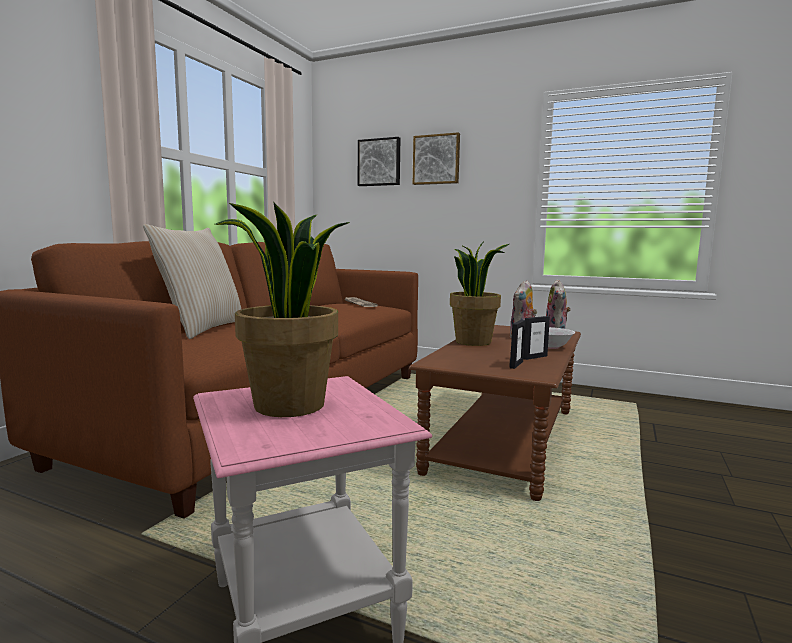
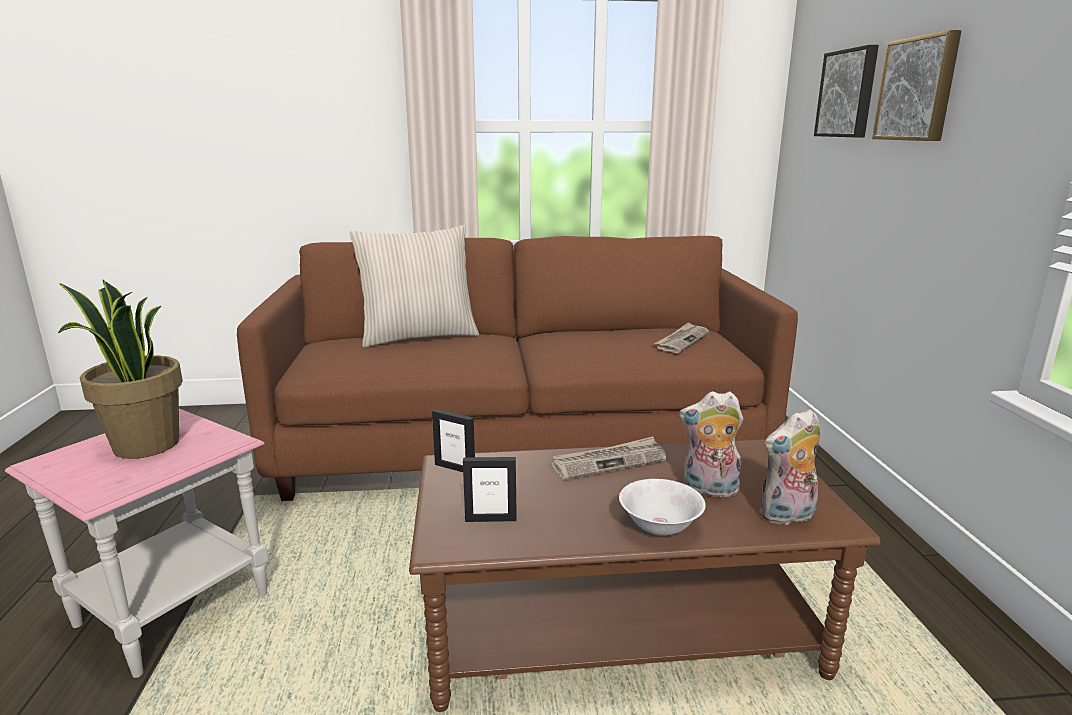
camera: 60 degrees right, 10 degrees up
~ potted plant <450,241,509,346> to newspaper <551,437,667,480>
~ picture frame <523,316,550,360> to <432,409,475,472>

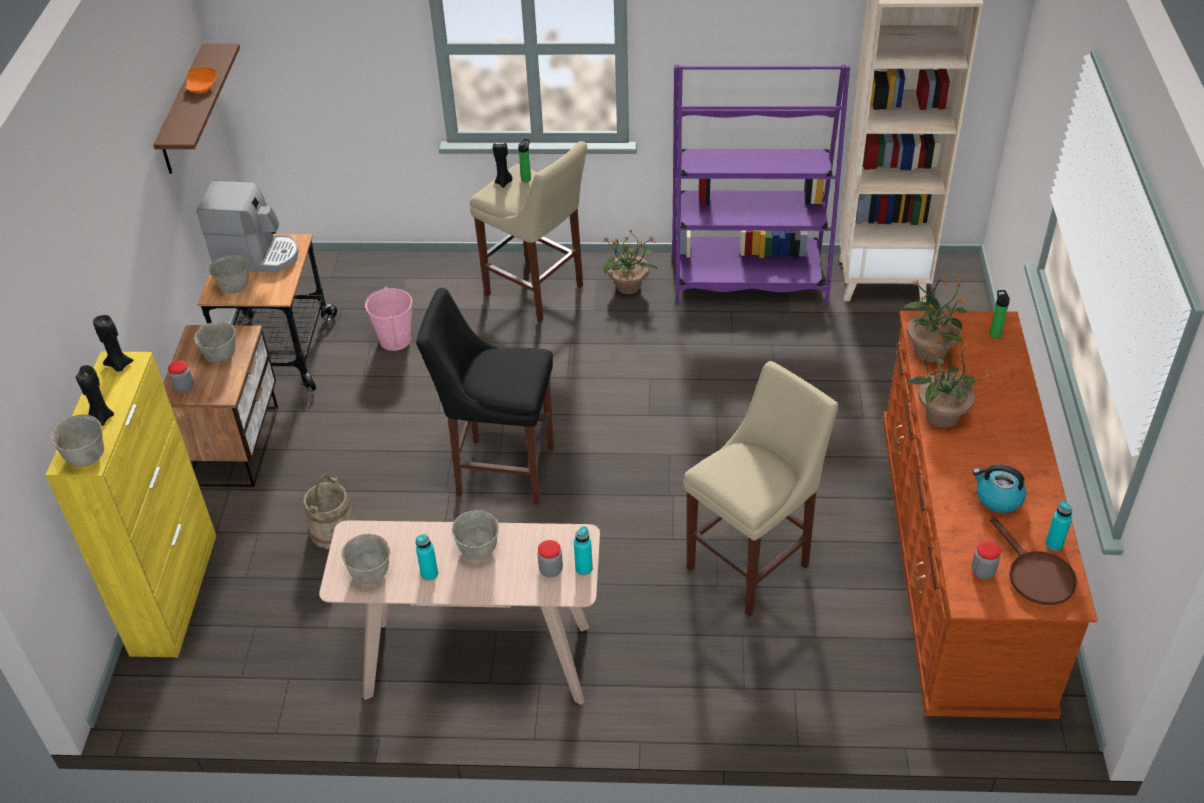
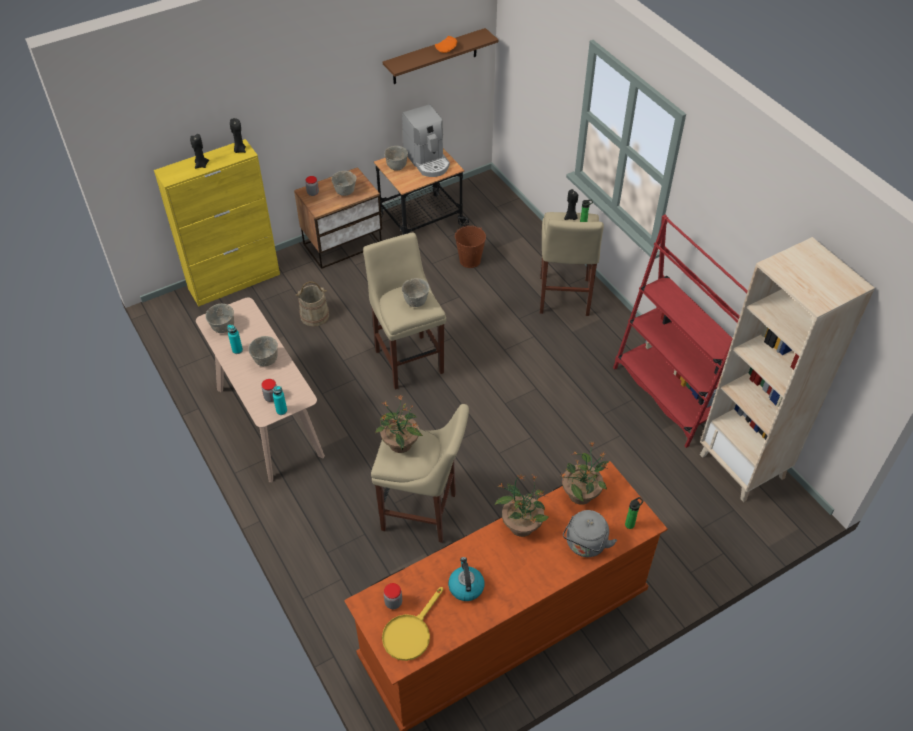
camera: 55 degrees right, 5 degrees up
~ bookcase/purple <672,65,850,306> to bookcase/red <613,214,748,448>
~ potted plant <603,229,657,294> to <375,394,423,453>
~ bucket/pink <365,286,412,351> to bucket/brown <455,225,486,268>
~ stool/black <416,288,554,505> to stool/beige <363,232,446,390>
~ bowl/grey <51,414,104,467> to <402,278,430,307>
- bottle/turquoise <1045,501,1072,551>
~ frying pan/brown <990,515,1077,605> to frying pan/yellow <382,587,443,661>
+ kettle/grey <563,510,617,557>

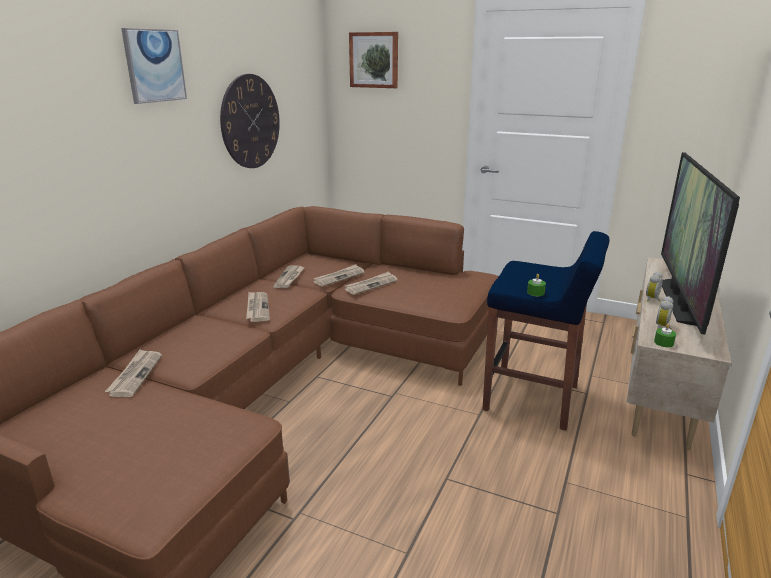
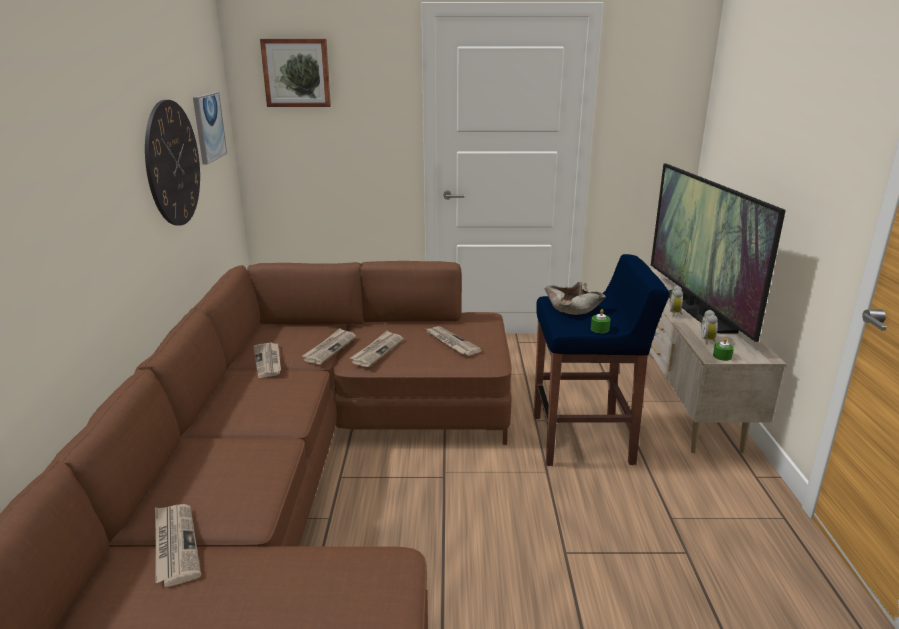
camera: 25 degrees left, 0 degrees up
~ picture <121,28,187,104> to <193,92,227,165>
~ newspaper <246,292,270,322> to <426,326,482,356>
+ bowl/beige <544,282,606,315>

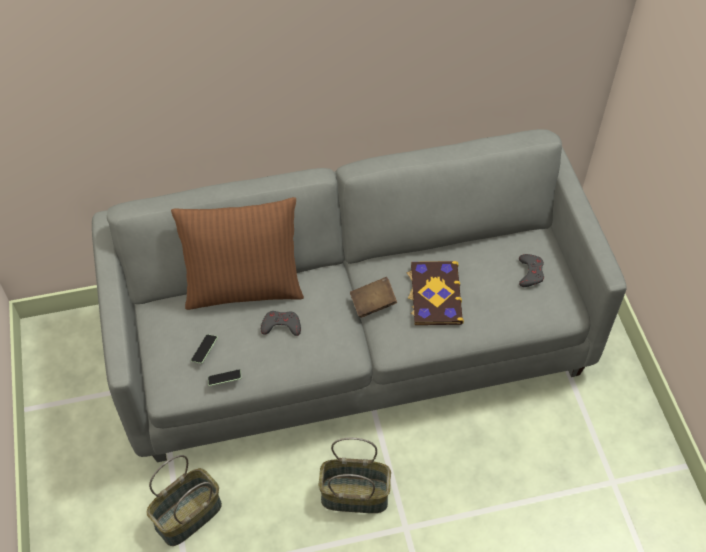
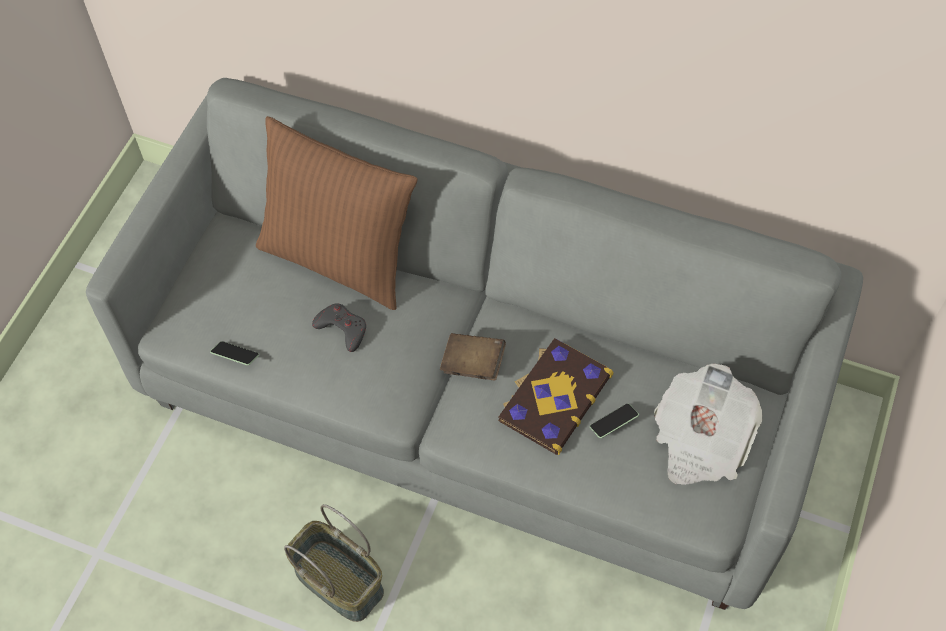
camera: 35 degrees right, 5 degrees up
~ game controller/grey <519,254,544,287> to newspaper <654,364,763,485>
~ phone <191,334,218,364> to <590,403,639,438>
- basket <147,455,222,546>

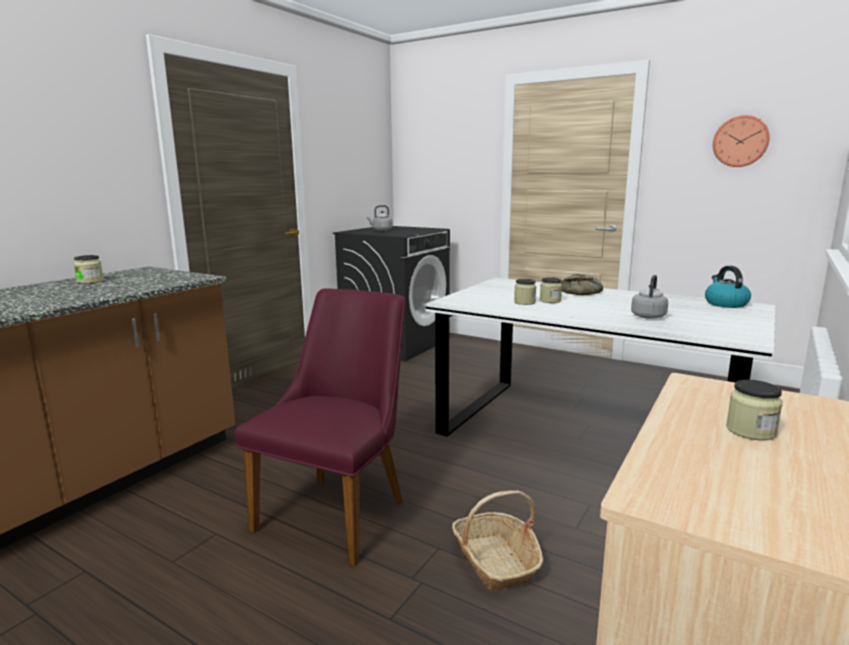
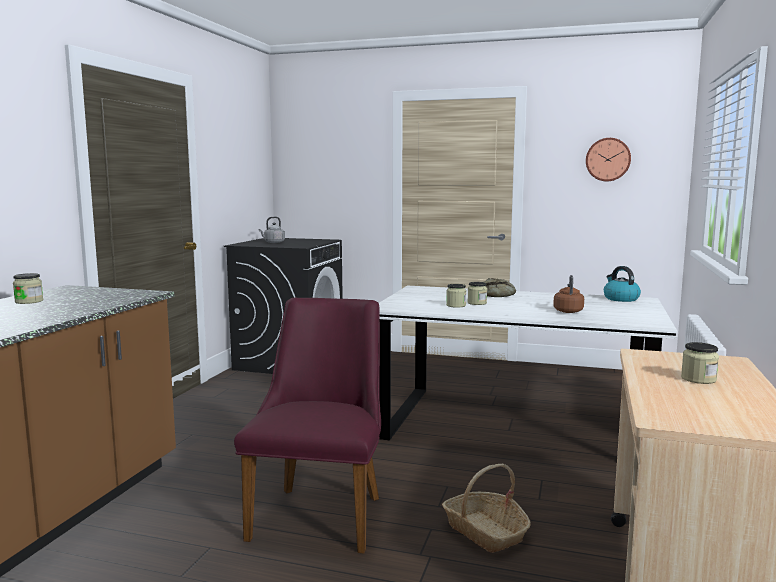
camera: 15 degrees left, 5 degrees down
~ kettle/grey <631,275,668,319> to kettle/brown <553,275,584,313>

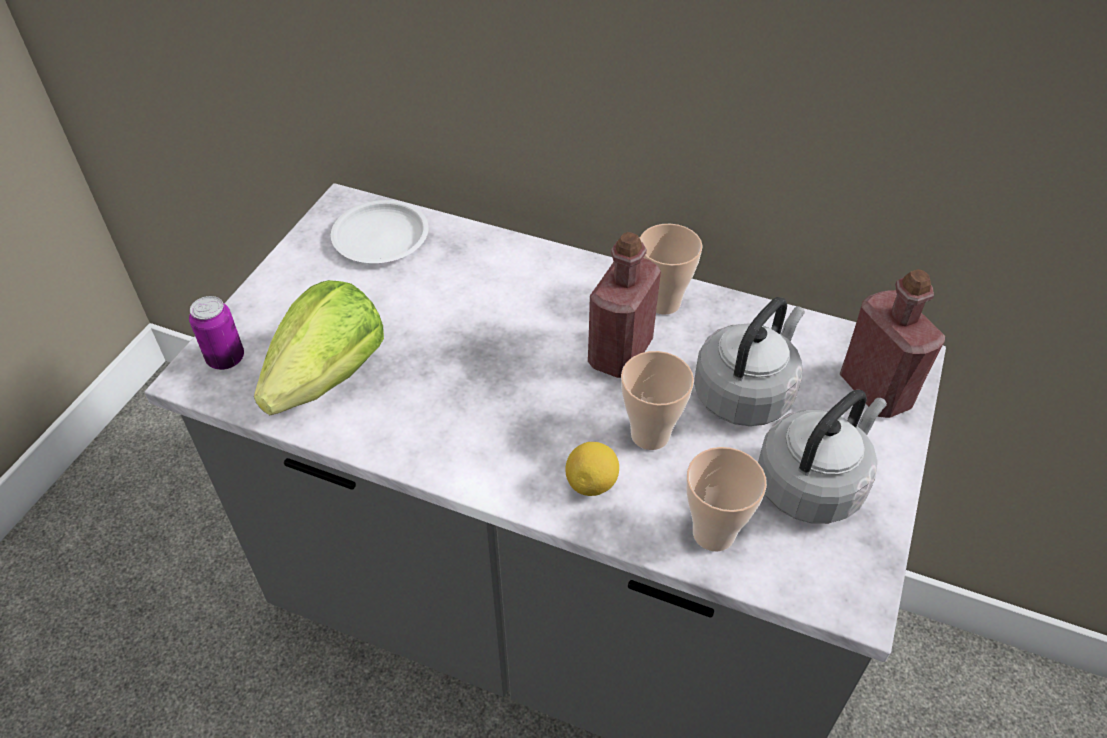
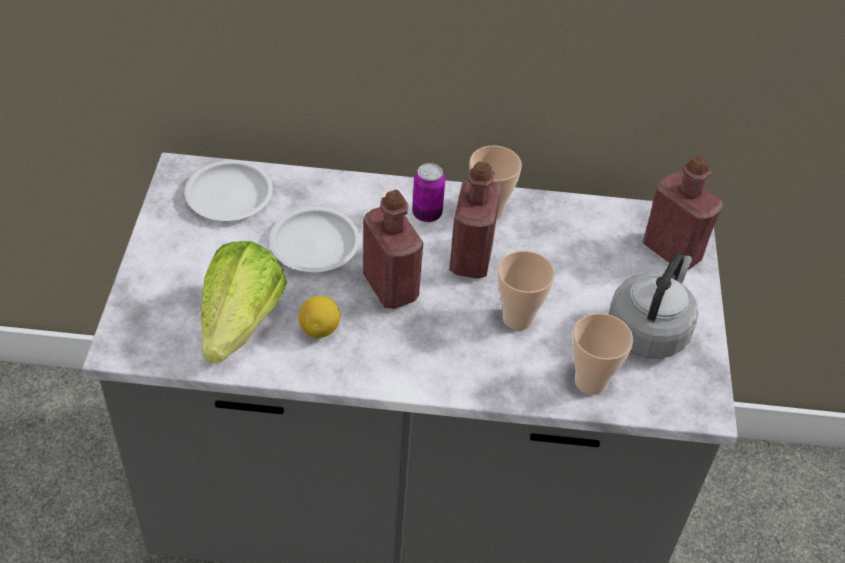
camera: 20 degrees left, 0 degrees up
~ can <189,296,244,370> to <412,163,445,222>
- kettle/grey <694,297,805,426>
~ lemon <565,442,619,496> to <298,296,340,338>
+ bottle/red <363,190,423,309>
+ plate/white <270,207,360,272>

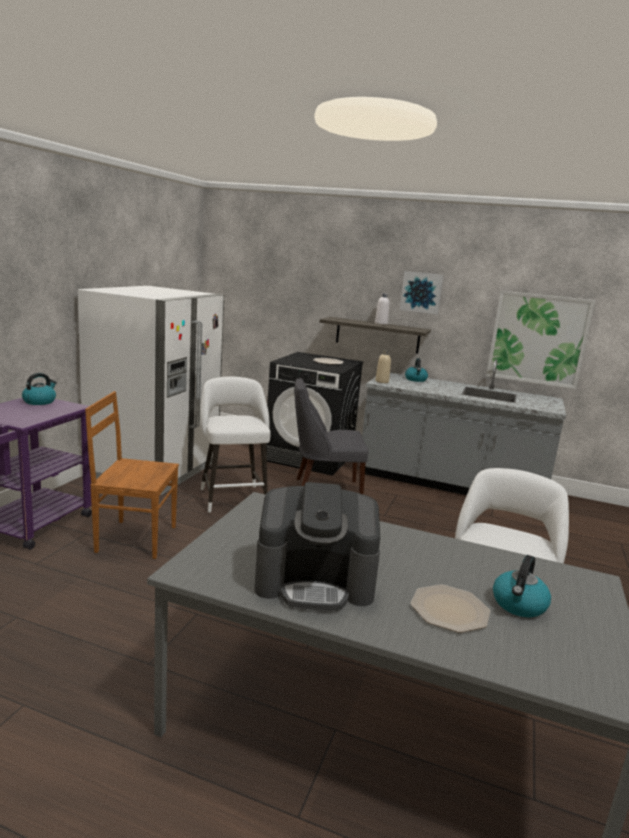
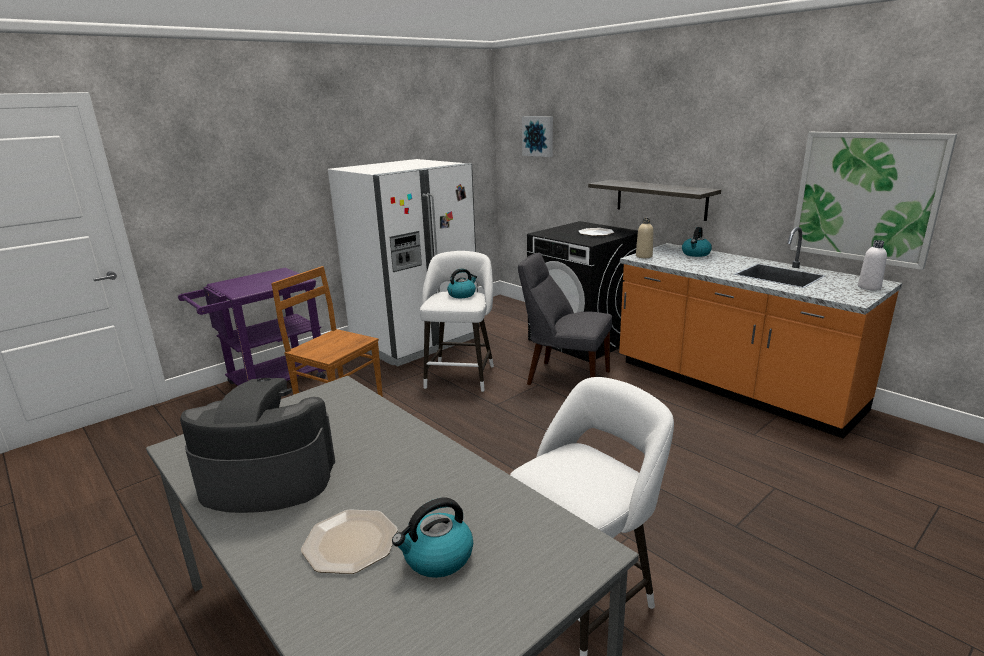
camera: 30 degrees right, 5 degrees up
~ picture <400,271,444,314> to <522,116,553,157>
~ bottle/white <375,293,390,325> to <858,240,887,290>
~ counter/grey <359,359,566,495> to counter/orange <619,227,902,439>
~ kettle <22,373,57,405> to <447,269,477,298>
~ coffee machine <254,482,380,610> = <180,378,335,513> 150 degrees clockwise

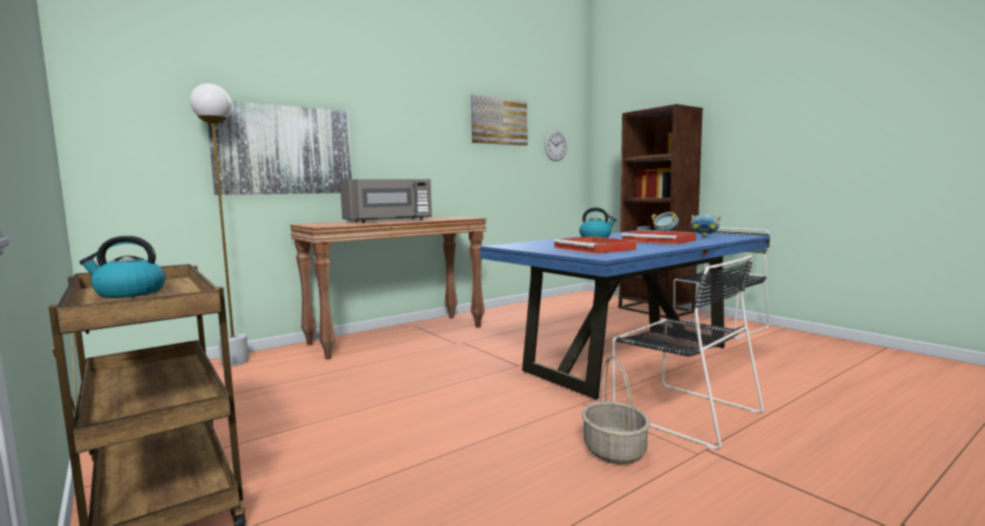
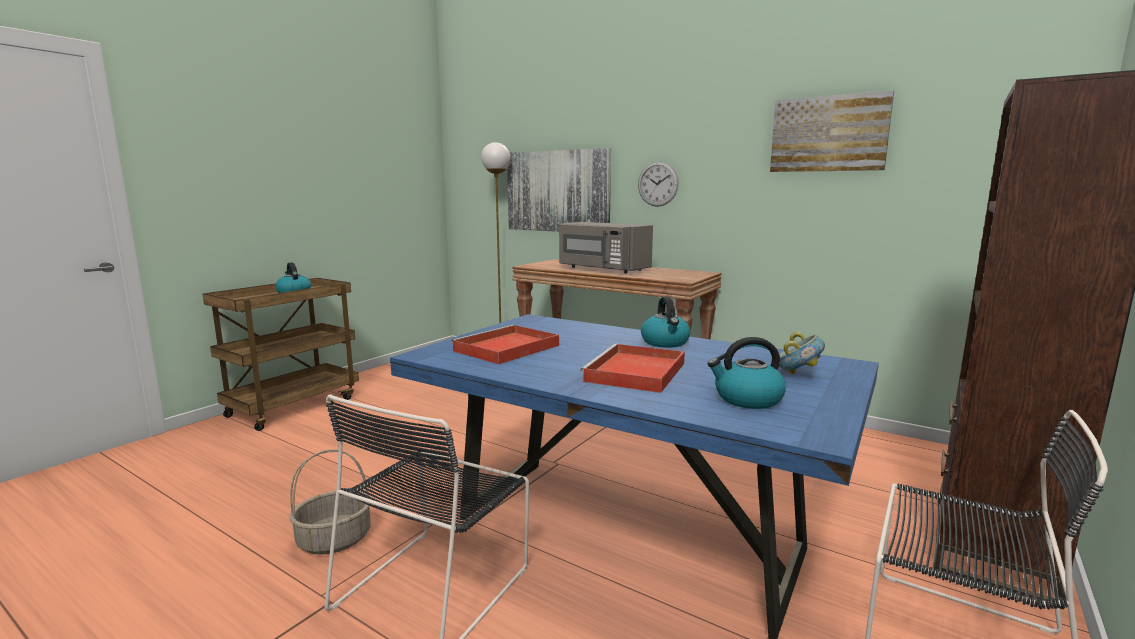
camera: 70 degrees right, 5 degrees up
~ wall clock <545,131,567,161> to <638,161,679,207>
~ bowl <690,214,721,237> to kettle <708,337,786,409>

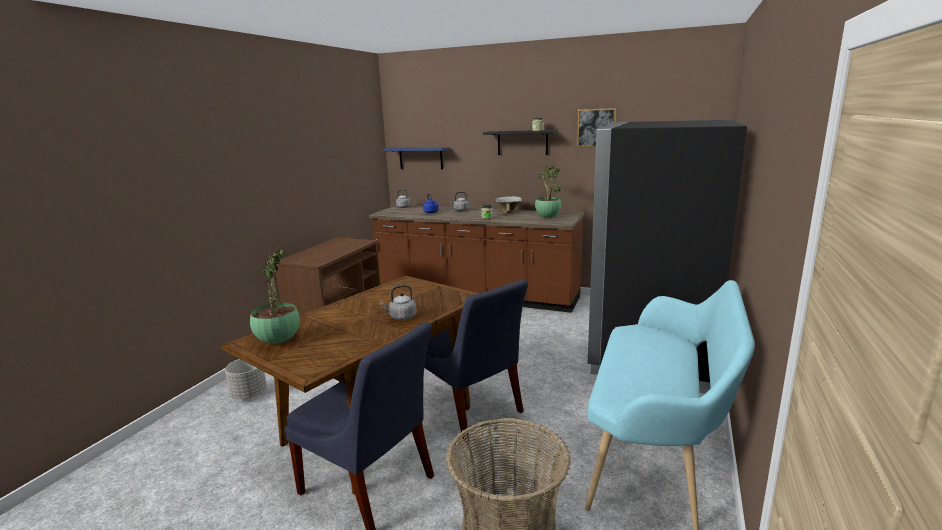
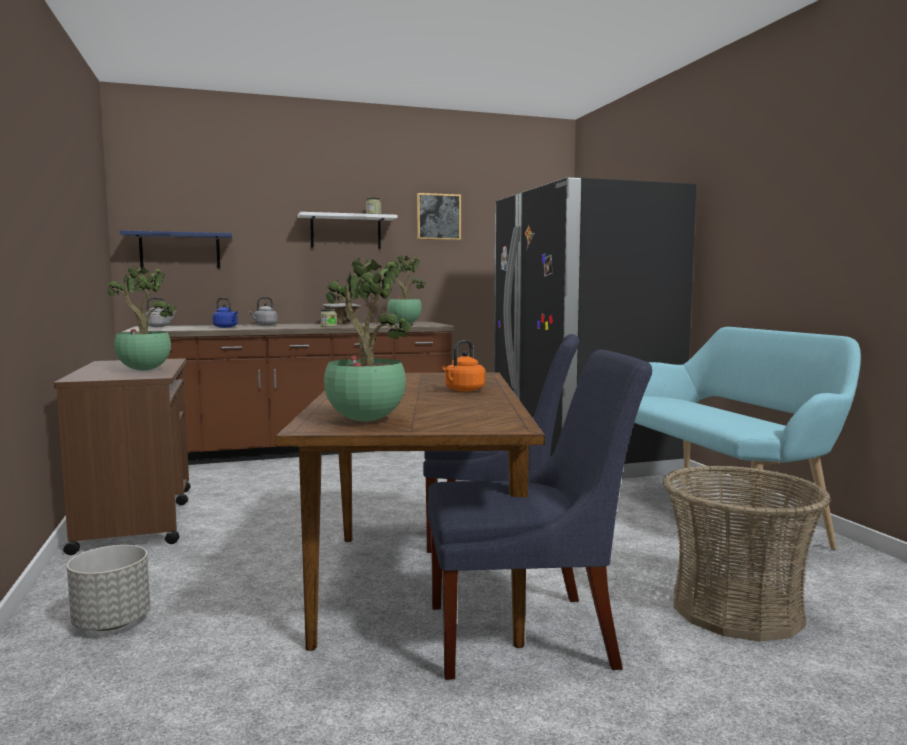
camera: 40 degrees left, 10 degrees down
~ shelf/black <483,130,557,155> to shelf/white <298,212,398,249>
~ kettle/grey <380,285,417,320> to kettle/orange <442,340,485,392>
+ potted plant <107,266,176,371>

